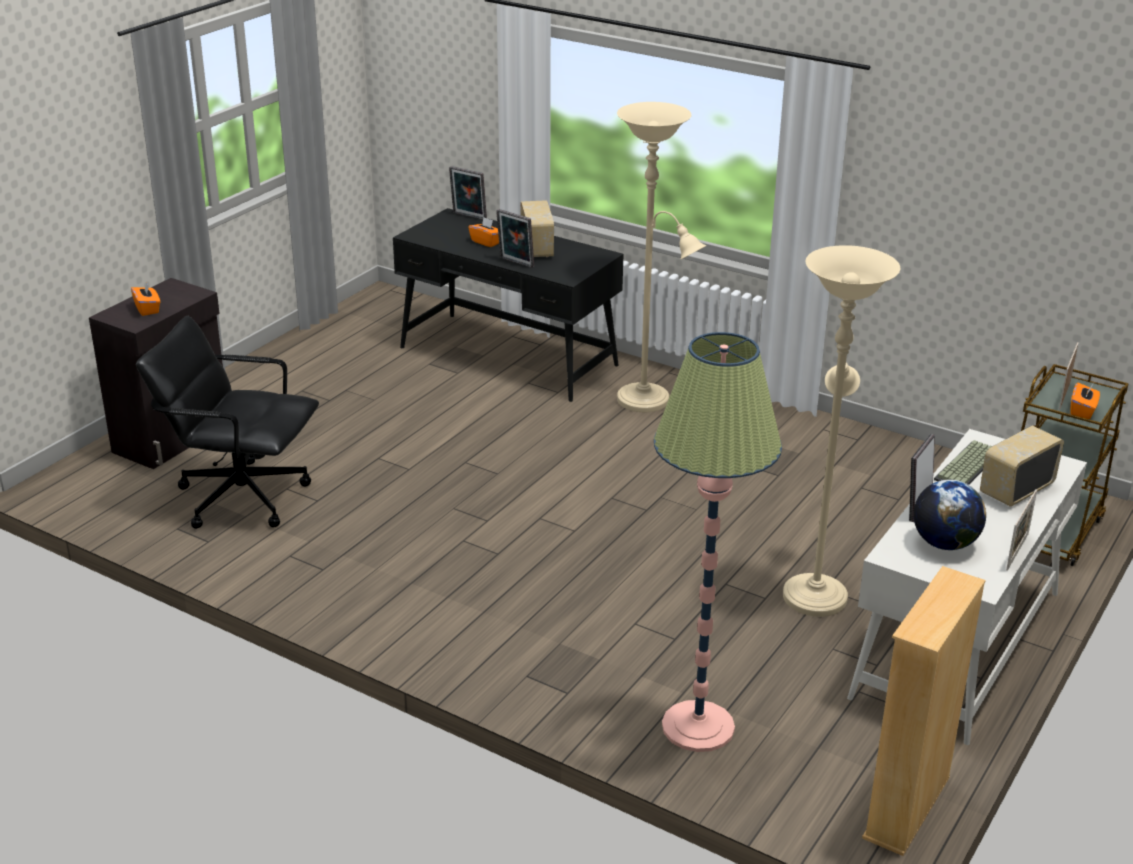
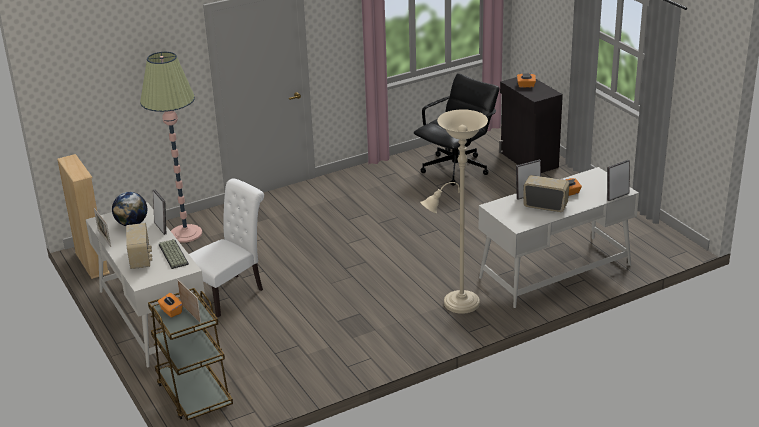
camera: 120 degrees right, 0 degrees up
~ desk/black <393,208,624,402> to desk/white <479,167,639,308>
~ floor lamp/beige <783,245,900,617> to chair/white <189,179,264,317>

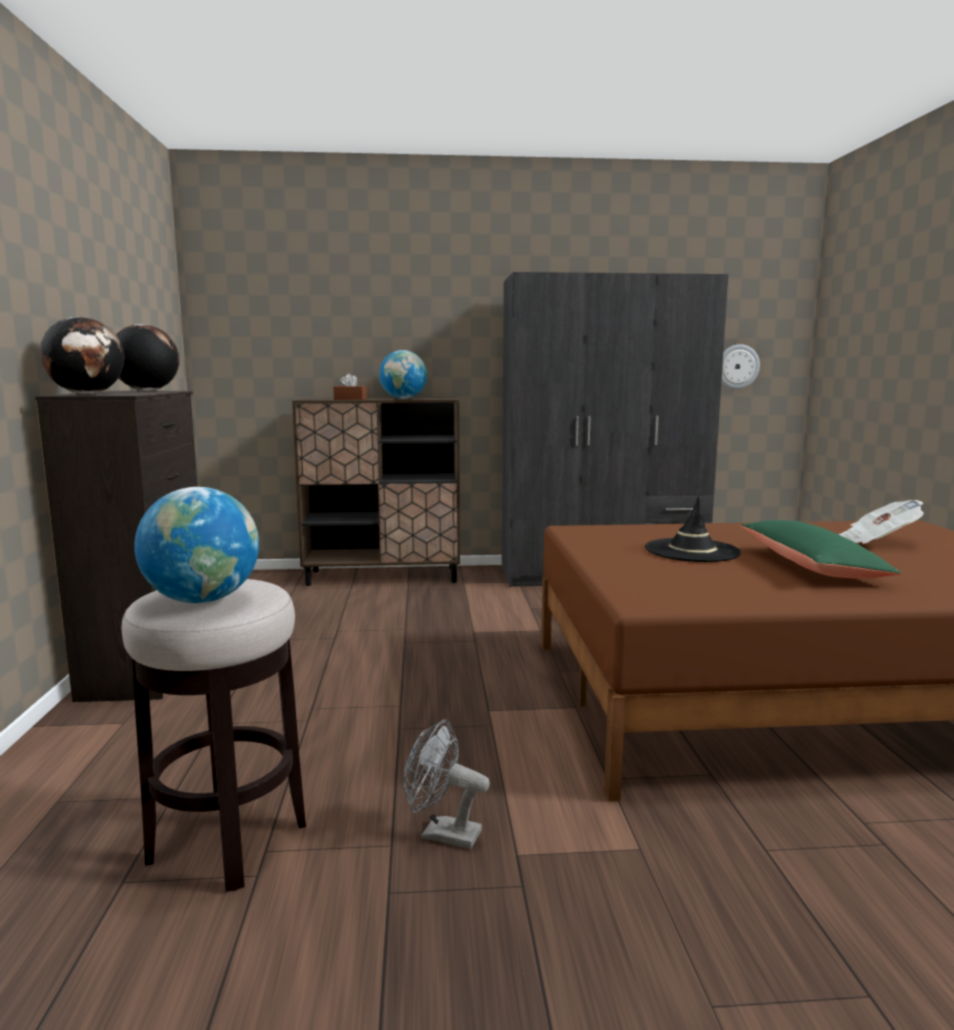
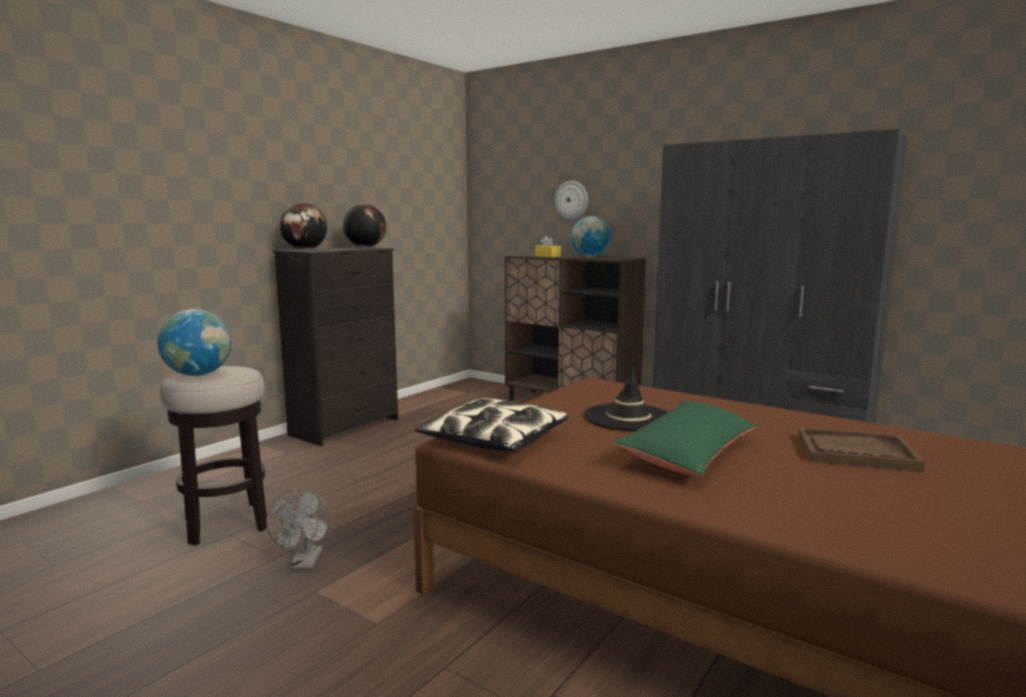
camera: 40 degrees right, 0 degrees up
~ wall clock <721,344,760,389> to <555,181,588,220>
~ tissue box/brown <333,373,367,400> to tissue box/yellow <535,236,561,257>
~ newspaper <839,500,924,544> to tray/brown <798,428,925,472>
~ fan/grey <403,720,490,849> = <266,489,332,569> 150 degrees counterclockwise
+ pillow <415,397,569,452>

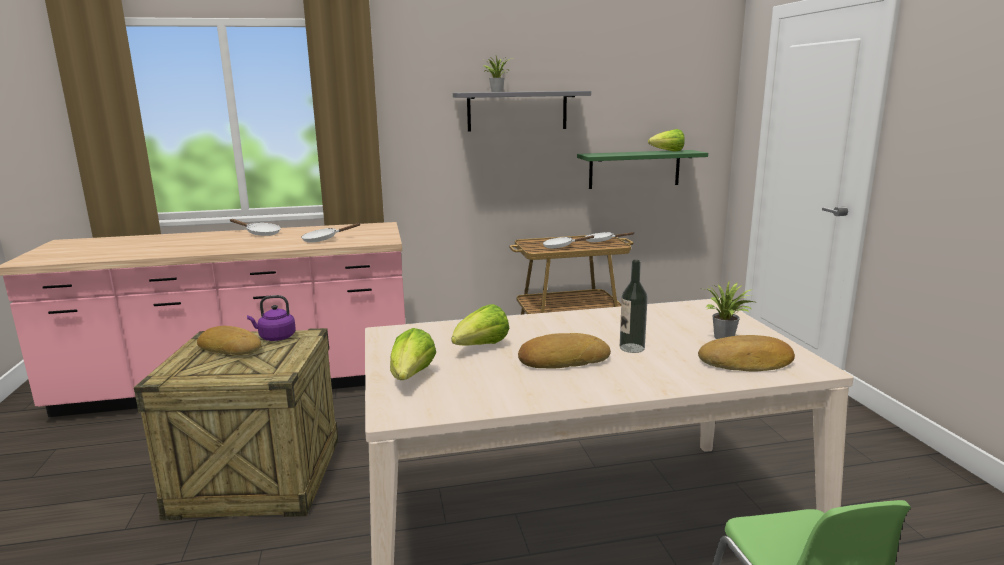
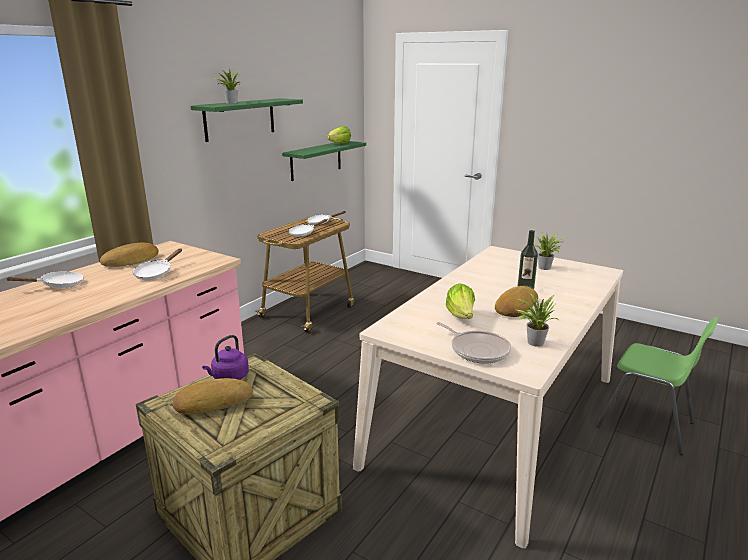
camera: 45 degrees left, 5 degrees up
~ shelf/grey <453,91,591,132> to shelf/green <191,98,303,142>
~ lettuce <390,328,436,380> to frying pan <436,322,512,364>
~ bread <698,335,795,371> to <100,243,159,267>
+ potted plant <516,293,559,347>

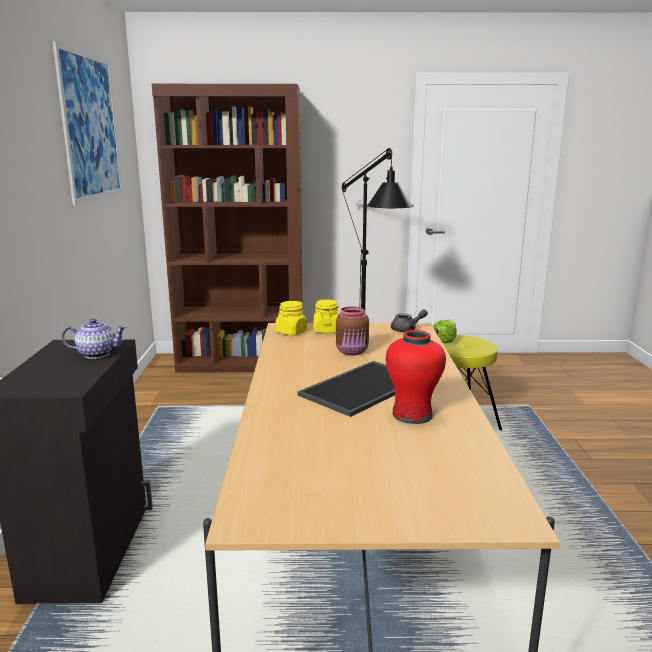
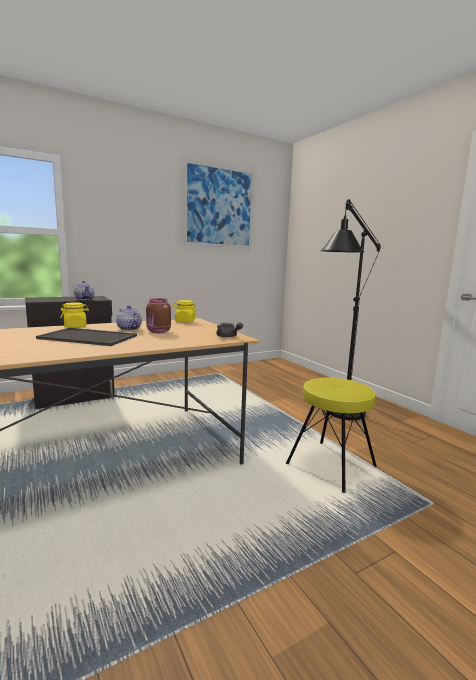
camera: 60 degrees right, 5 degrees down
- bookcase/brown <152,84,302,372>
~ jar/yellow <314,299,339,333> to <60,302,89,328>
- lettuce <433,320,457,343>
- vase/red <386,330,446,424>
+ teapot <116,305,142,331>

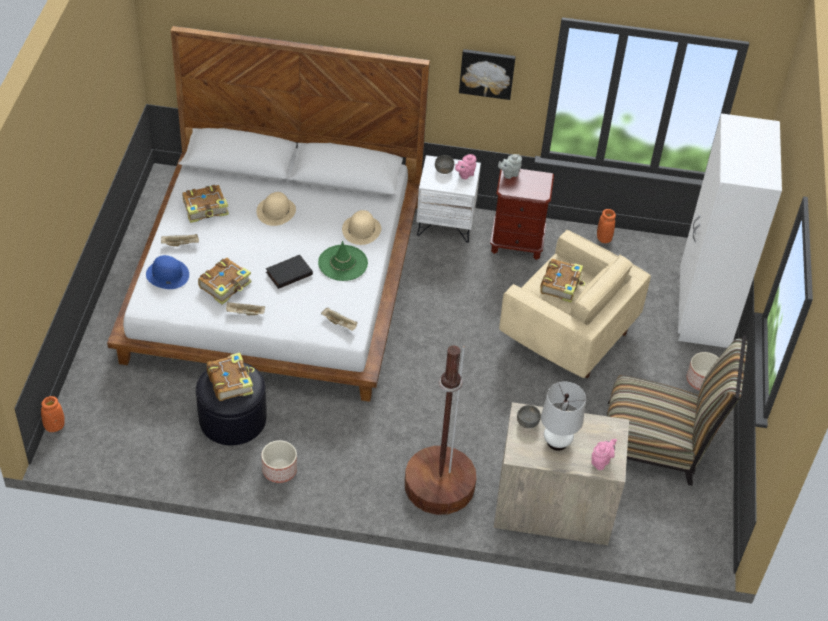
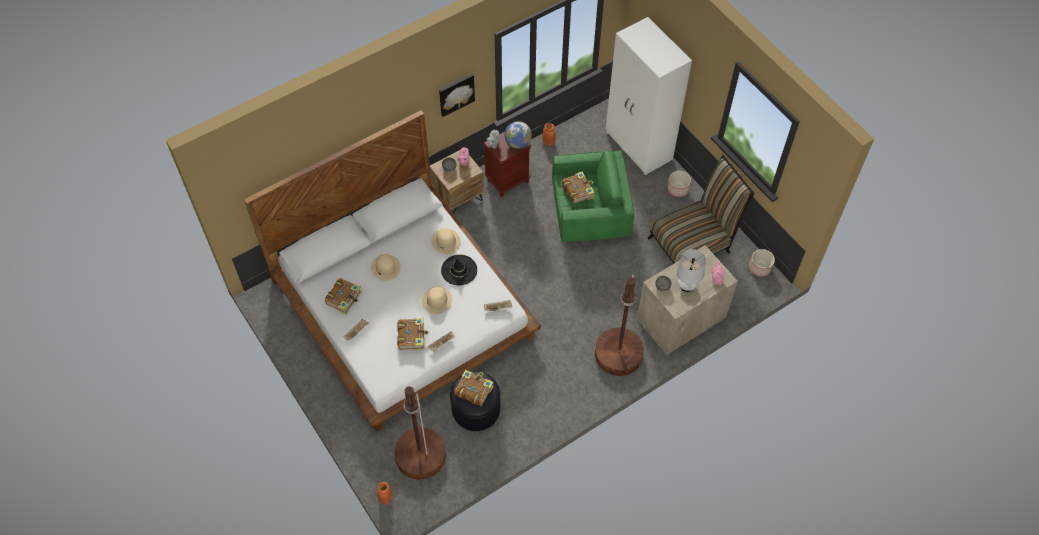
camera: 40 degrees left, 10 degrees up
~ nightstand/white <416,155,481,243> to nightstand/brown <430,150,484,214>
~ armchair/beige <499,230,651,378> to armchair/green <552,151,634,242>
~ hat/green <318,241,368,281> to hat/black <441,255,477,286>
- hat/blue <146,255,189,289>
~ book/black <266,255,313,289> to hat/beige <422,286,452,314>
~ planter <261,440,297,483> to <749,249,775,277>
+ globe <505,121,532,149>
+ floor lamp/brown <394,386,446,480>

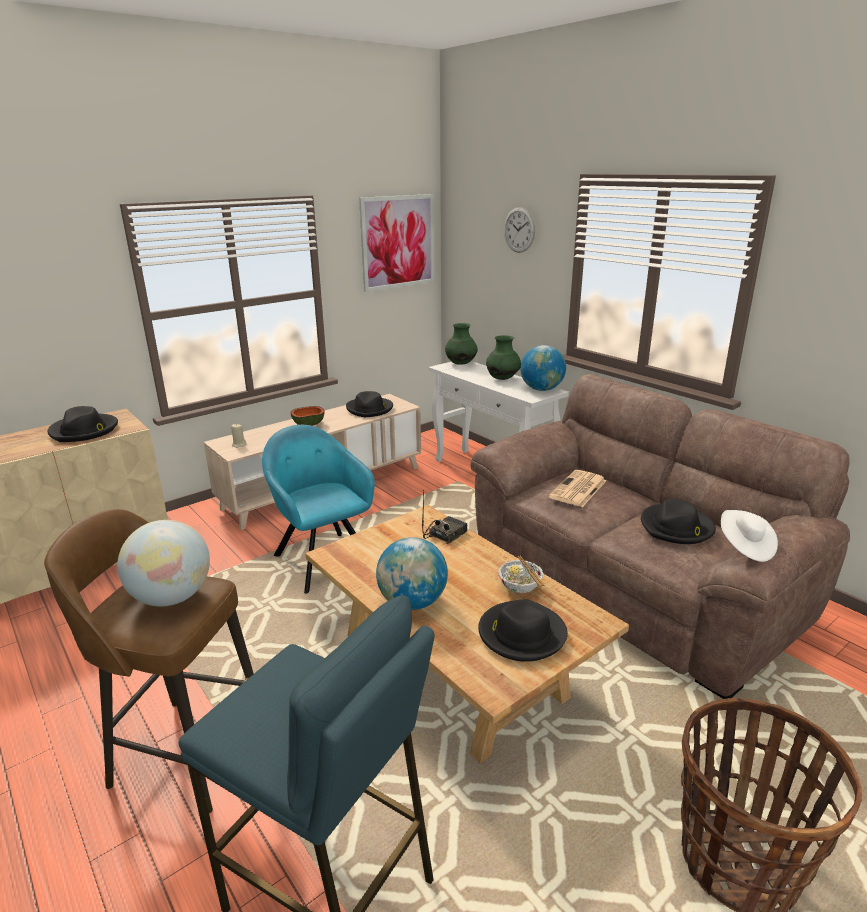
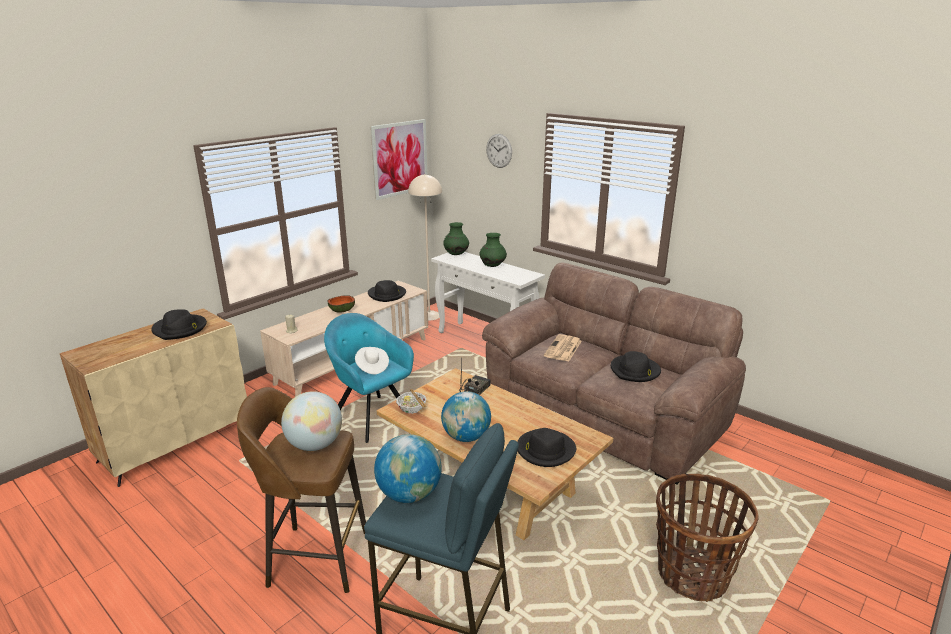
camera: 10 degrees left, 0 degrees up
~ globe <520,345,566,391> to <374,434,442,503>
~ hat/white <721,510,778,562> to <355,347,389,374>
~ bowl <498,556,545,593> to <396,389,427,414>
+ floor lamp/beige <408,174,442,321>

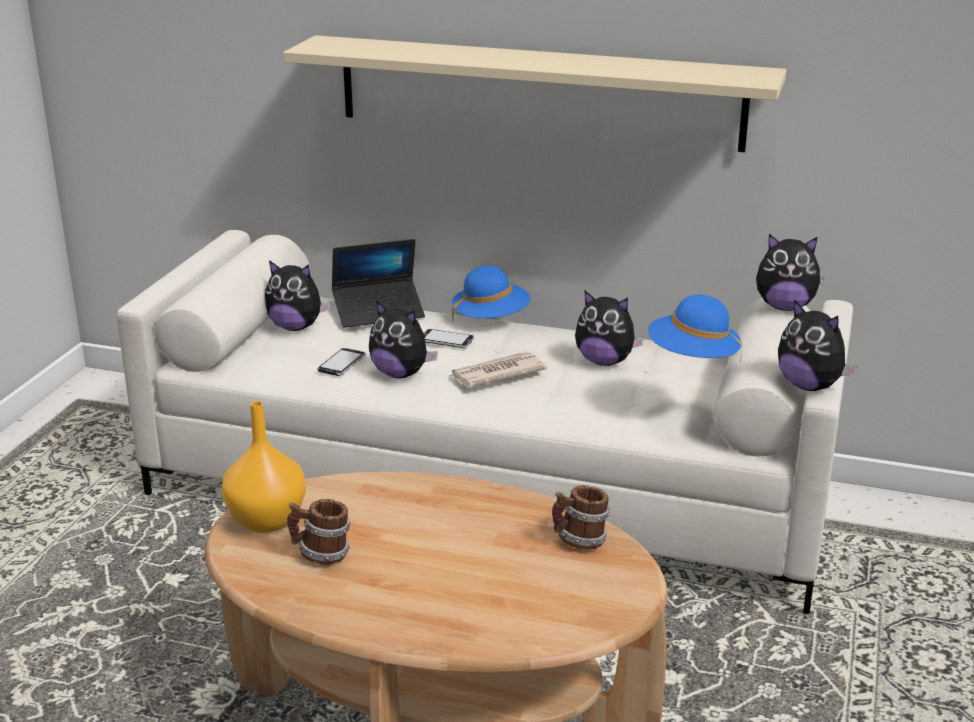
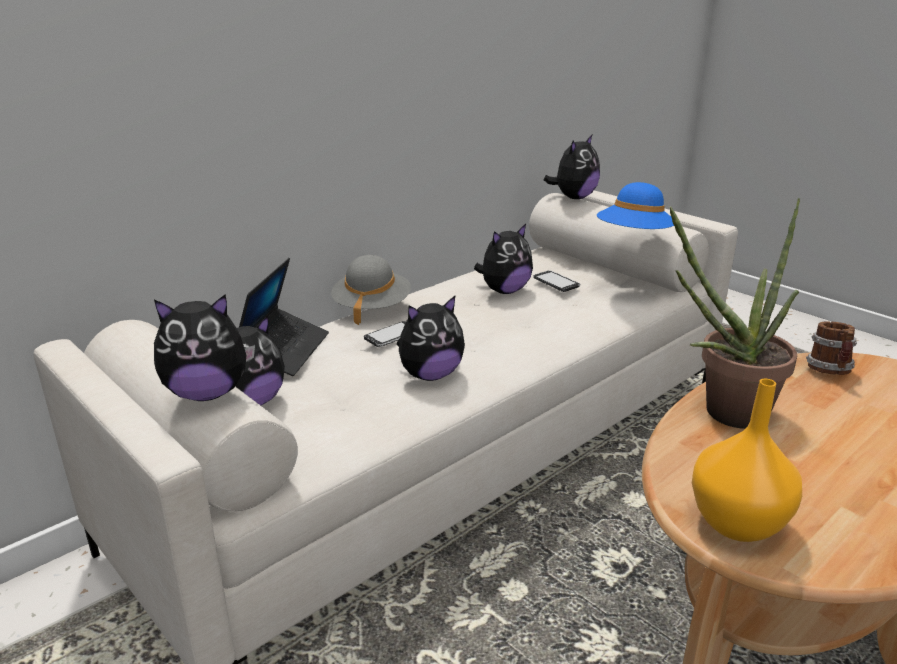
camera: 60 degrees left, 0 degrees up
- shelf/beige <283,35,787,152>
~ hat/blue <452,266,530,322> to hat/grey <331,255,411,325>
~ plush toy <778,299,858,391> to <154,294,255,401>
~ phone <318,348,366,376> to <533,270,580,292>
- newspaper <449,352,547,388>
- mug <287,499,351,565>
+ potted plant <670,198,800,429>

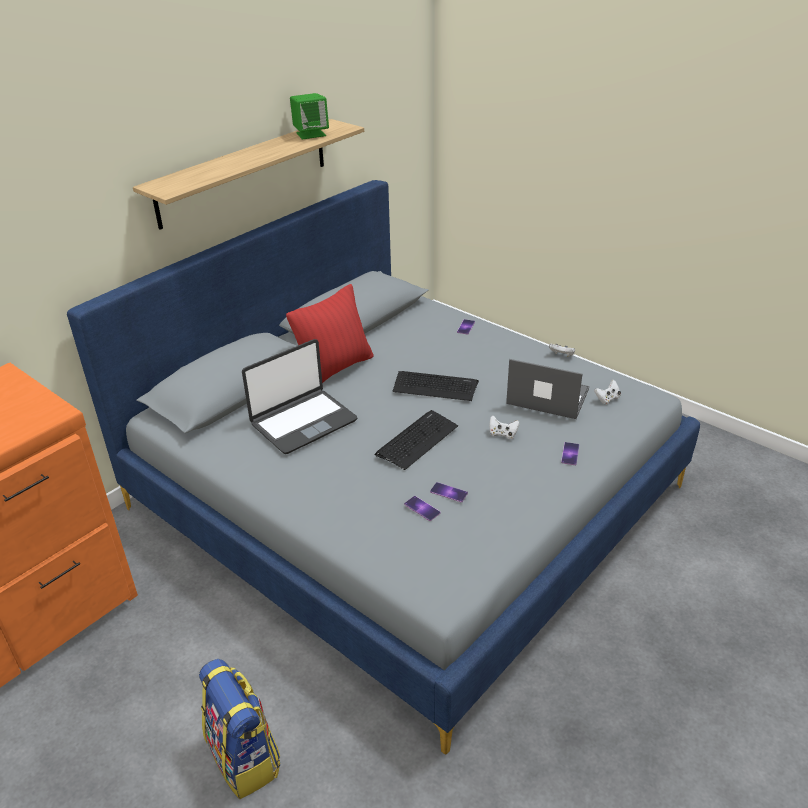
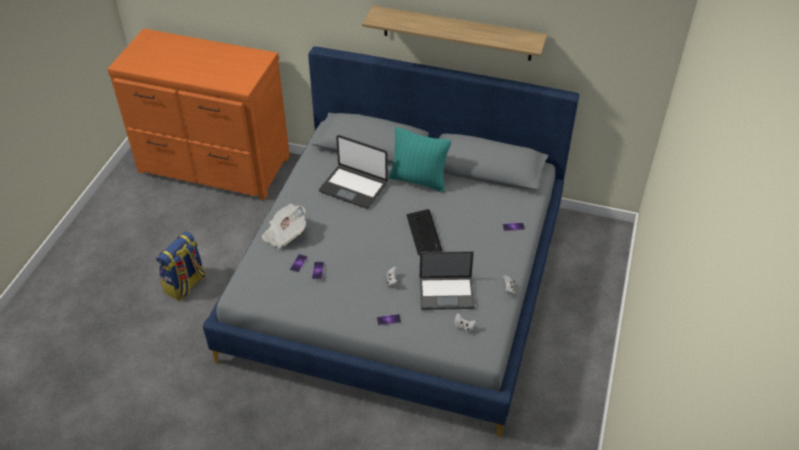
camera: 65 degrees right, 10 degrees up
- speaker/green <290,93,329,140>
~ pillow/red <286,284,374,383> to pillow/turquoise <389,127,451,193>
~ laptop <506,359,589,419> = <420,251,475,310> 90 degrees clockwise
- keyboard <375,410,458,470>
+ newspaper <262,204,306,249>

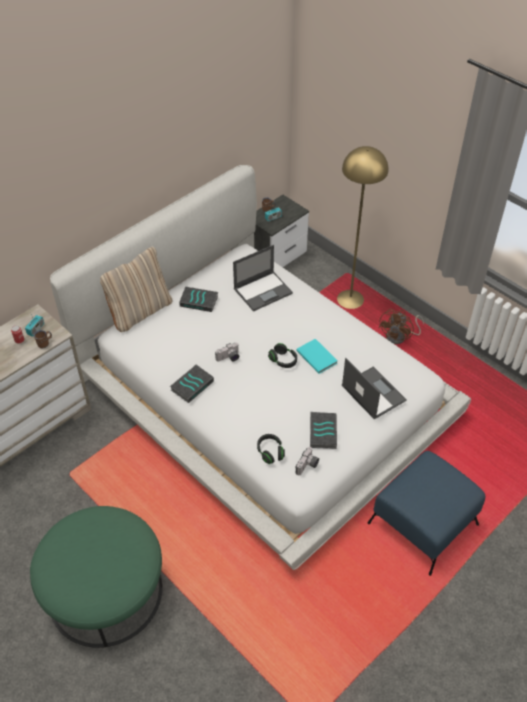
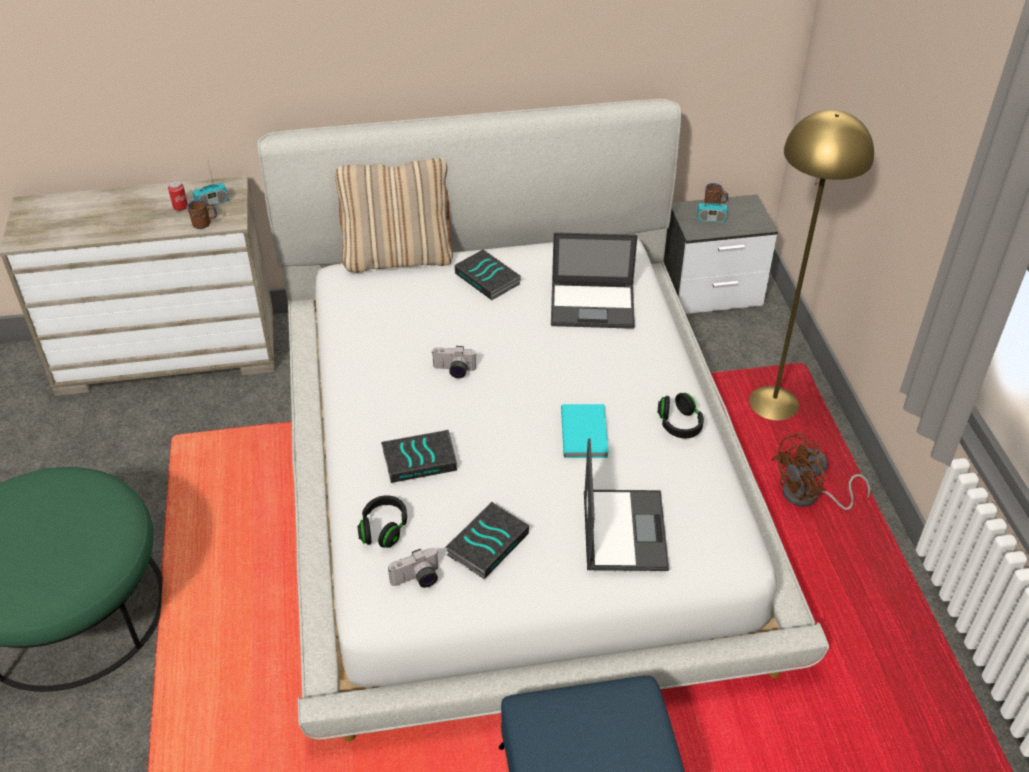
camera: 35 degrees right, 5 degrees down
~ headphones/black <268,343,297,368> to <658,393,704,438>
~ book <170,364,214,403> to <381,430,457,483>

